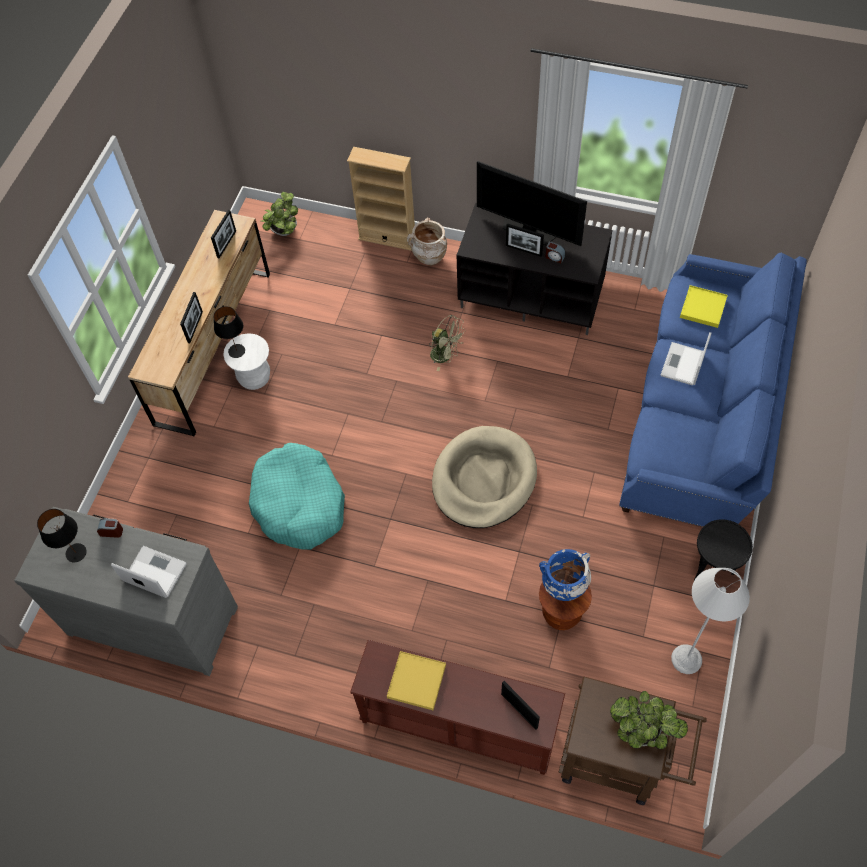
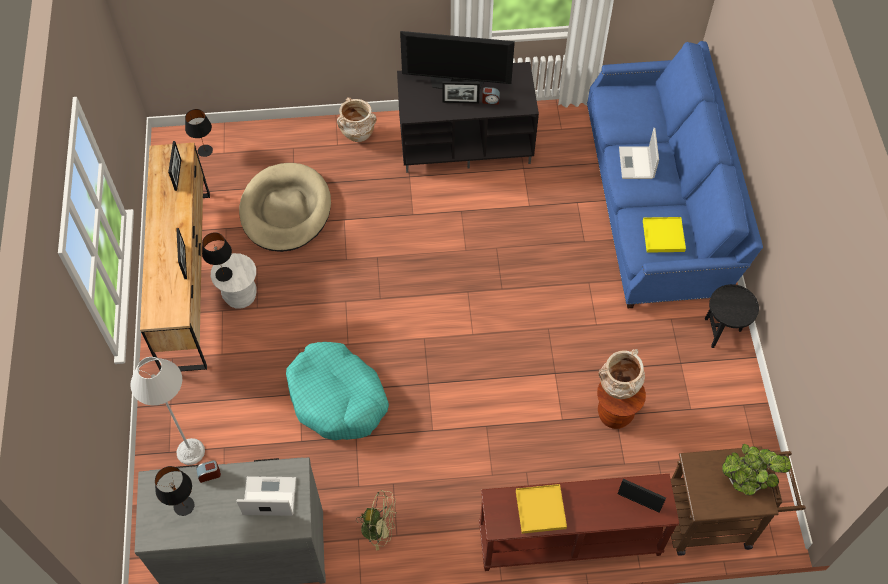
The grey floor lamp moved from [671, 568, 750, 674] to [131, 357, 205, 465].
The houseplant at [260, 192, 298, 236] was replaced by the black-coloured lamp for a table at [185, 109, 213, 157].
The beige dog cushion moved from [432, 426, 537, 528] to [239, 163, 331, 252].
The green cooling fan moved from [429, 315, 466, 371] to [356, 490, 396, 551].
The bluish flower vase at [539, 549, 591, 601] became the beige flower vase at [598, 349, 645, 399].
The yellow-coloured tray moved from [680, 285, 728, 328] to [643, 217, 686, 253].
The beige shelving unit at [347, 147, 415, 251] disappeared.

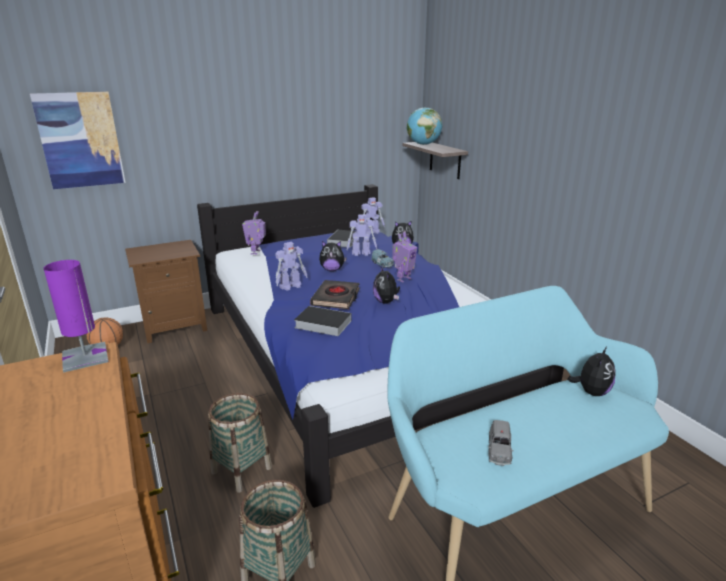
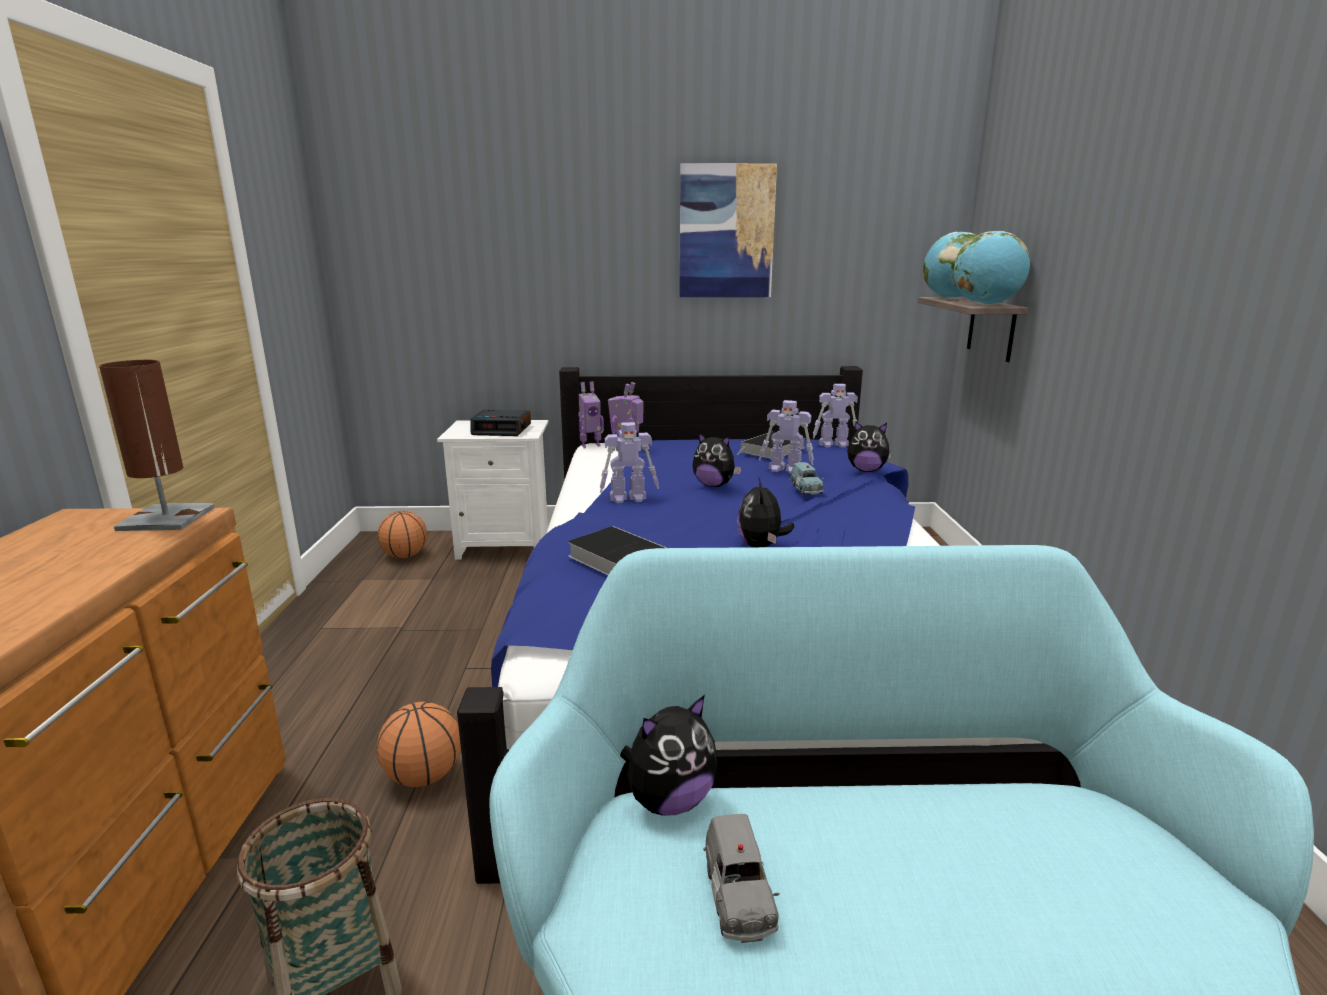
The purple lamp for a table at [43, 260, 109, 373] became the brown-coloured lamp for a table at [99, 360, 215, 531].
The basket at [208, 393, 272, 493] was replaced by the basketball at [377, 702, 461, 787].
The brown-coloured night table at [125, 240, 207, 343] became the white night table at [437, 420, 549, 560].
The bedside clock at [470, 410, 531, 436] appeared.
The toy robot moved from [392, 232, 417, 282] to [578, 381, 604, 448].
The soft toy moved from [567, 347, 616, 396] to [620, 695, 717, 816].
The picture moved from [30, 92, 125, 189] to [679, 163, 777, 297].
The grey miniature car at [488, 420, 514, 466] turned 45 degrees counterclockwise.
The desk globe at [954, 231, 1030, 305] appeared.
The black-coloured bound book at [310, 280, 360, 309] disappeared.

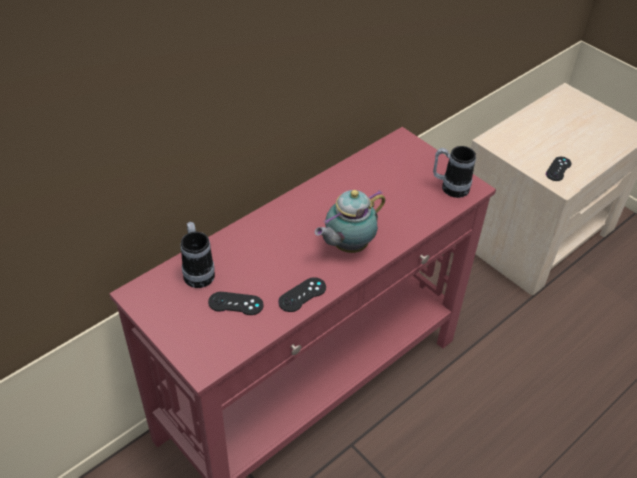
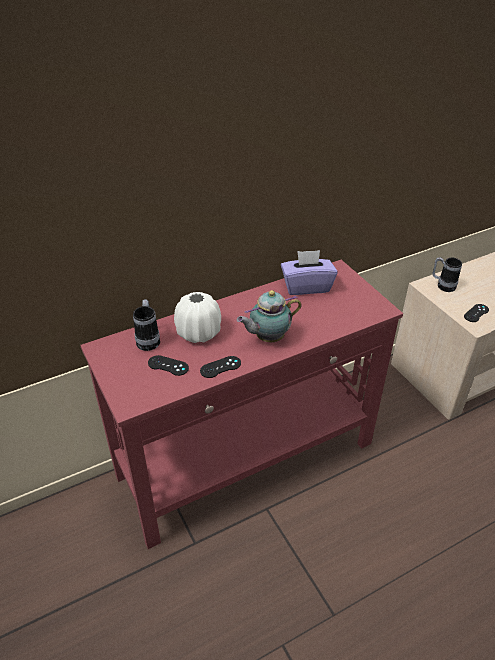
The white flower vase at [174, 292, 221, 343] appeared.
The purple tissue box at [281, 250, 337, 295] appeared.
The tea mug moved from [433, 146, 476, 198] to [433, 257, 462, 292].

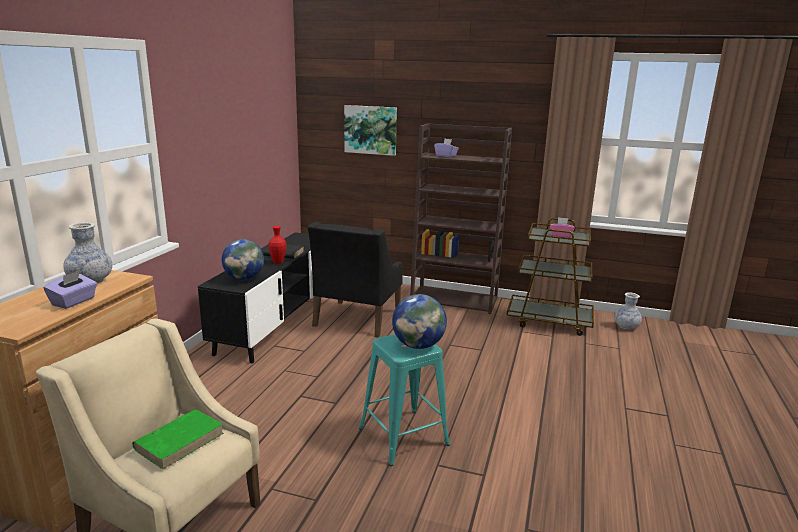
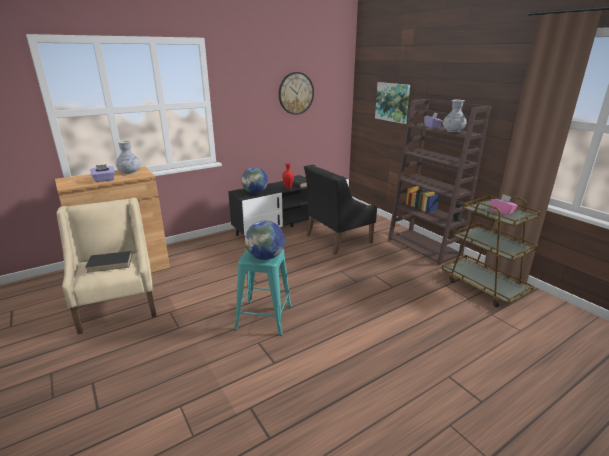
The green bound book at [132, 409, 224, 469] became the black-coloured bound book at [85, 251, 132, 273].
The clock on the wall at [279, 72, 314, 115] appeared.
The flower vase moved from [614, 292, 642, 330] to [443, 100, 467, 132].

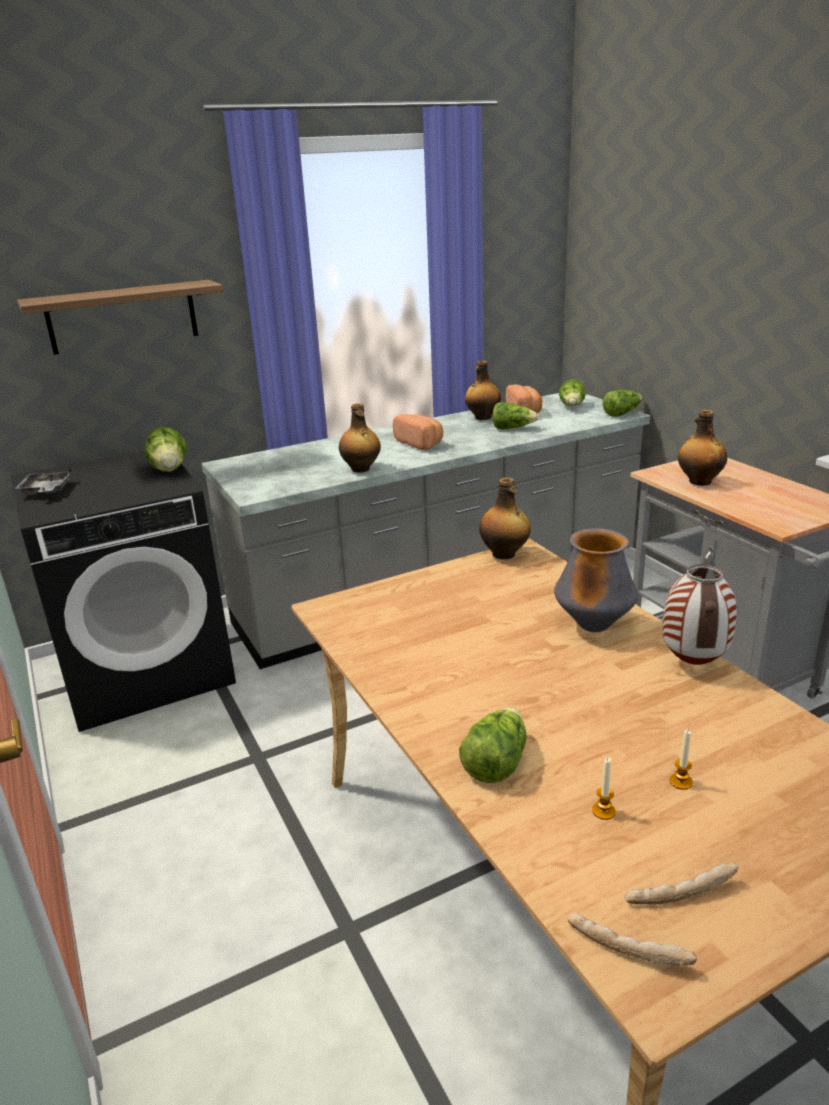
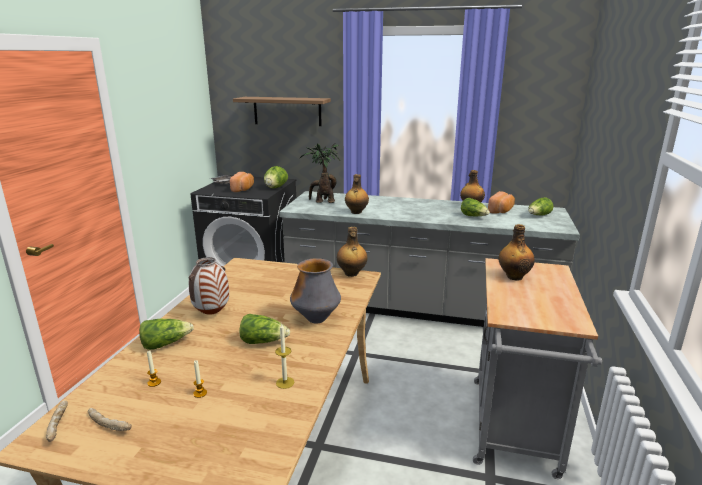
The flower vase moved from [662, 564, 737, 665] to [189, 257, 229, 315].
The bread moved from [393, 414, 443, 450] to [230, 172, 254, 192].
The lettuce head moved from [602, 390, 643, 417] to [239, 314, 290, 344].
The candle at [275, 324, 294, 389] appeared.
The houseplant at [300, 143, 340, 203] appeared.

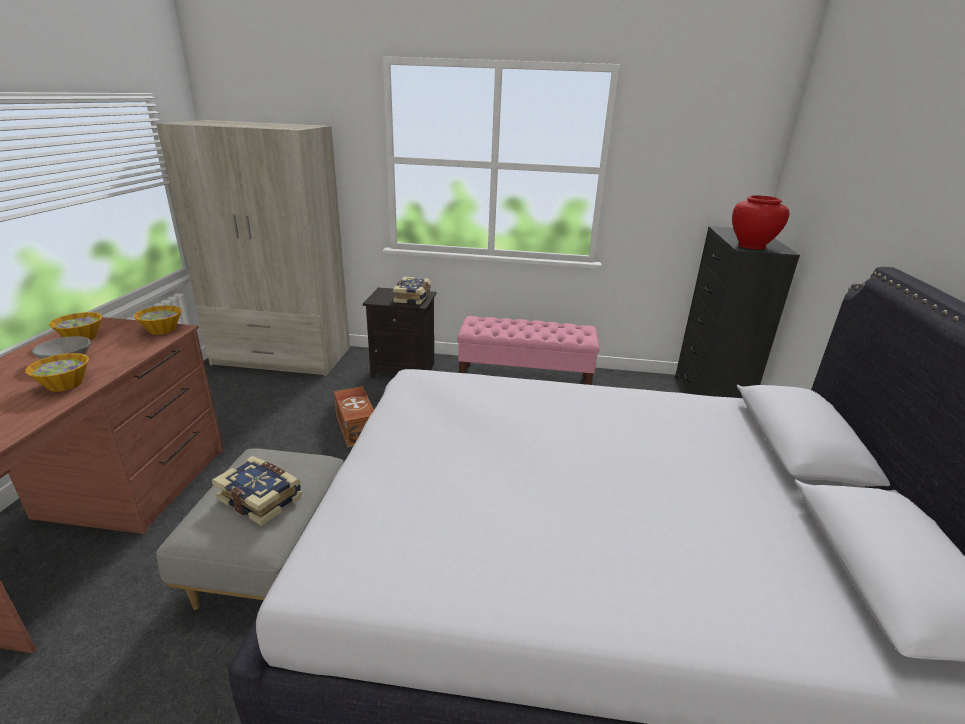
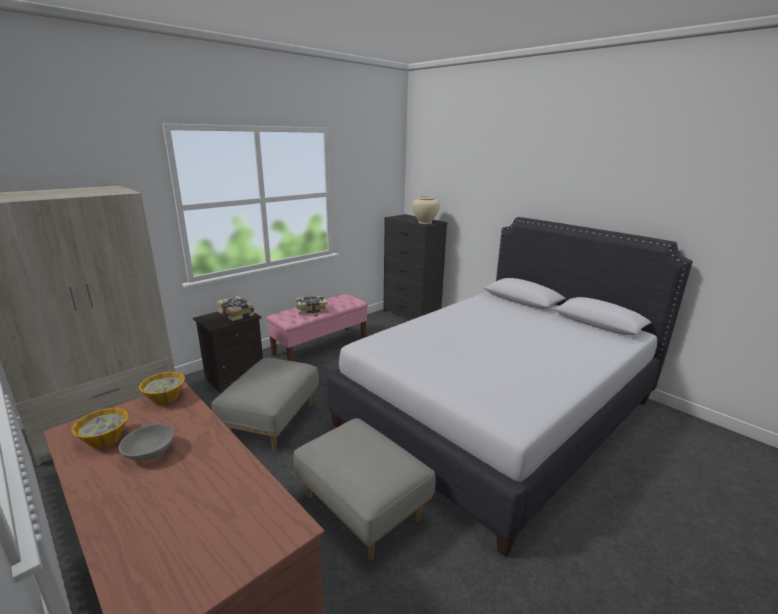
The brown-coloured storage container at [334, 386, 374, 447] was replaced by the grey footrest at [212, 358, 319, 452].
The bound book moved from [212, 456, 302, 526] to [296, 295, 328, 315].
The red-coloured flower vase at [732, 195, 789, 250] became the beige flower vase at [412, 196, 440, 224].
The deep dish at [25, 353, 89, 392] disappeared.

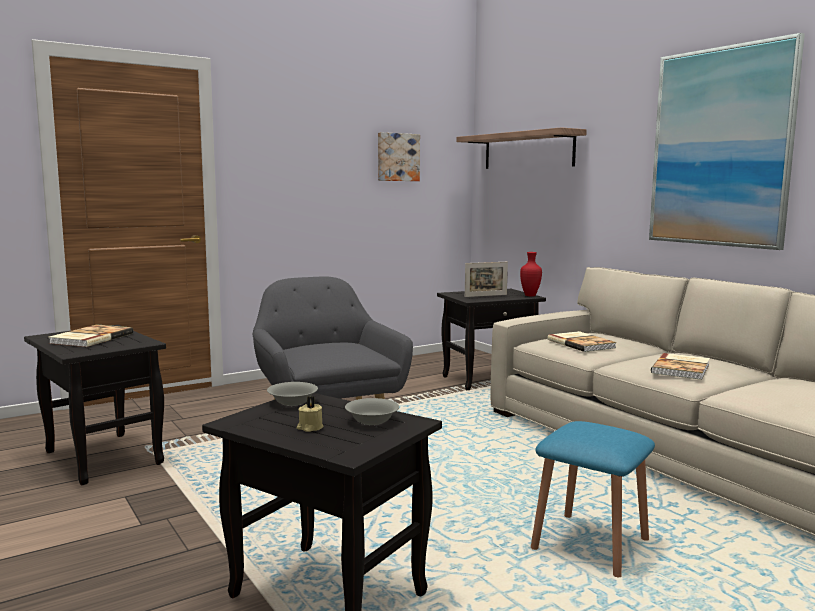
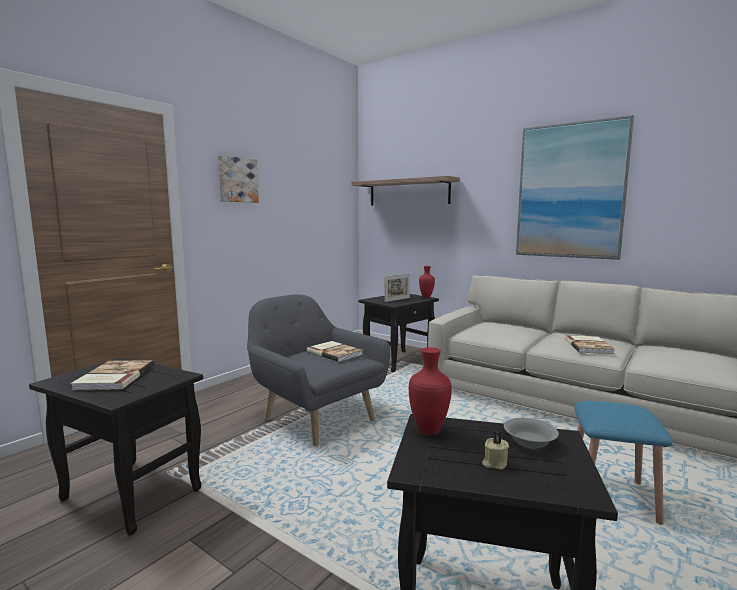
The picture moved from [378, 132, 420, 181] to [218, 155, 259, 203].
The bound book moved from [548, 331, 617, 352] to [307, 341, 363, 362].
The grey deep dish at [267, 382, 318, 406] was replaced by the red-coloured flower vase at [409, 347, 452, 436].

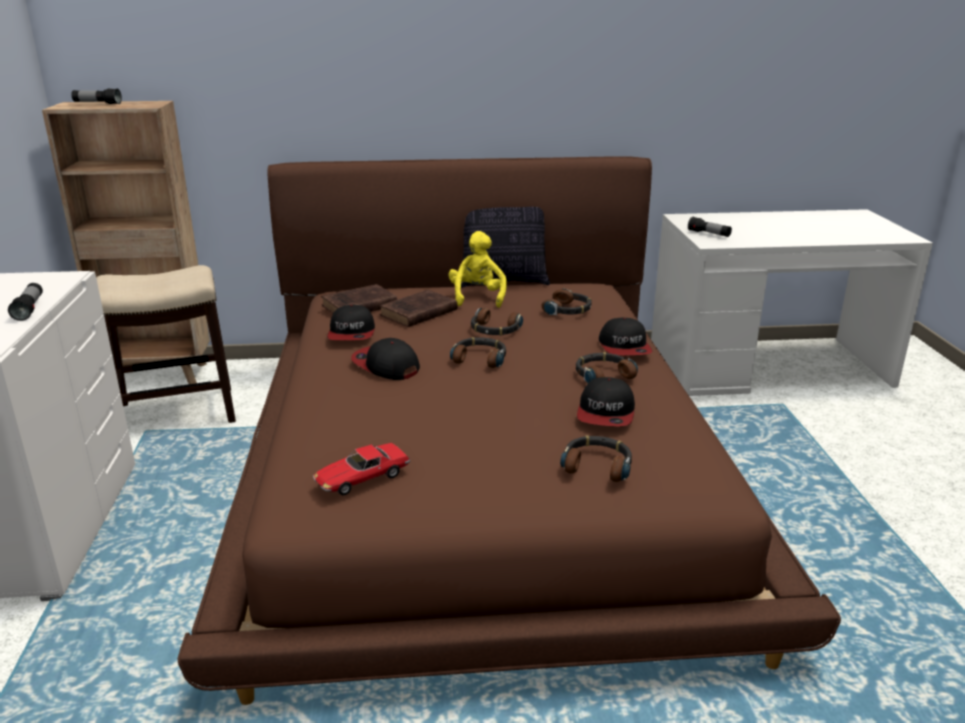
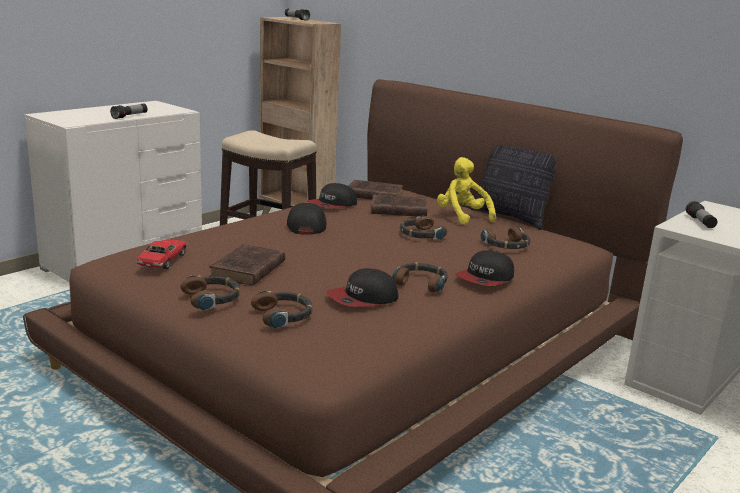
The miniature car at [313, 443, 410, 495] turned 90 degrees clockwise.
The pair of headphones moved from [450, 337, 506, 368] to [180, 275, 240, 311].
The brown-coloured bound book at [209, 244, 285, 286] appeared.
The yellow-coloured soft toy at [448, 231, 507, 307] turned 75 degrees counterclockwise.

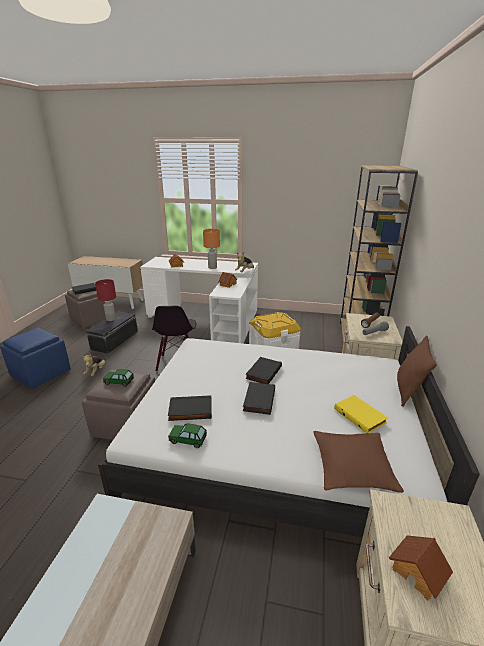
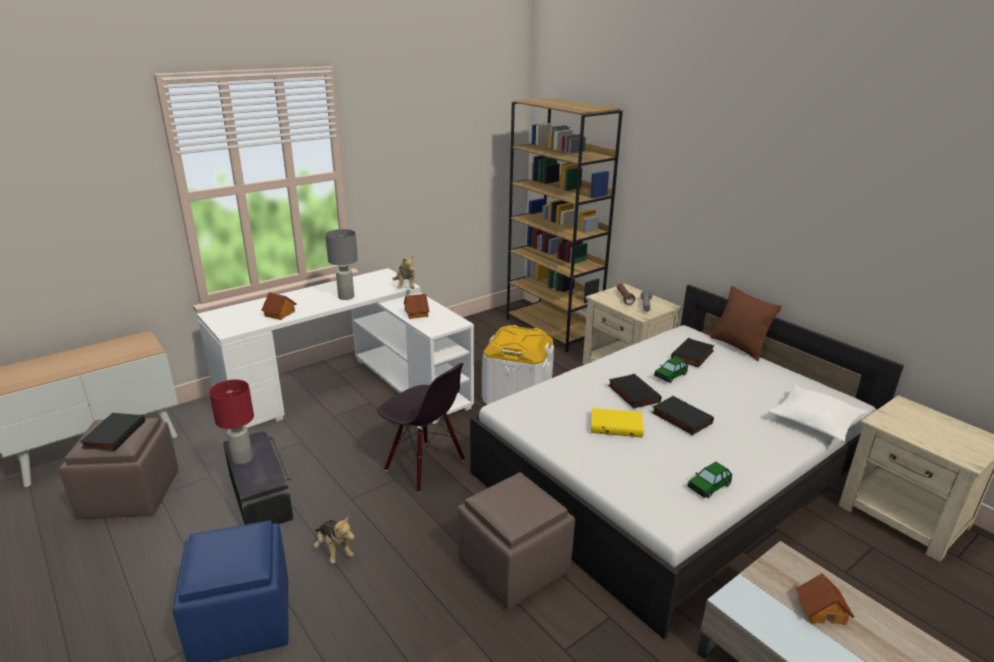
The orange lamp for a table at [203, 229, 220, 269] became the grey lamp for a table at [325, 229, 358, 300].
The yellow-coloured bound book moved from [334, 395, 388, 434] to [591, 408, 644, 438].
The miniature car moved from [103, 369, 134, 387] to [654, 357, 688, 383].
The black-coloured bound book moved from [168, 396, 212, 421] to [671, 338, 714, 367].
The brown-coloured throw pillow at [313, 431, 404, 493] became the white throw pillow at [768, 385, 867, 442].
The toy house moved from [389, 535, 453, 601] to [795, 573, 854, 625].

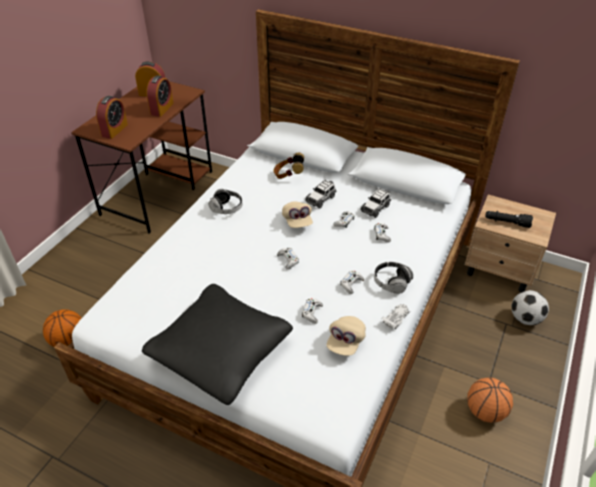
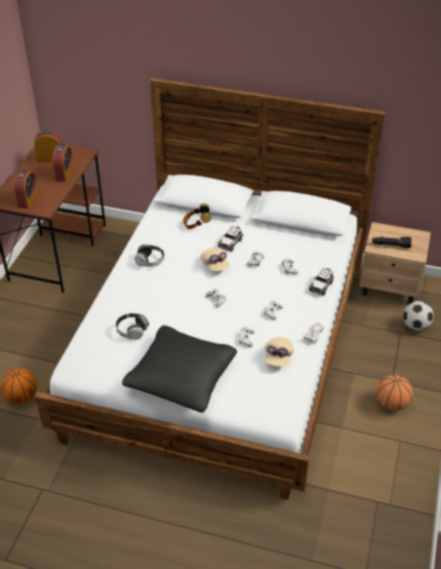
The pair of headphones moved from [374, 262, 413, 294] to [116, 313, 149, 340].
The miniature car moved from [360, 189, 391, 218] to [309, 268, 334, 296].

